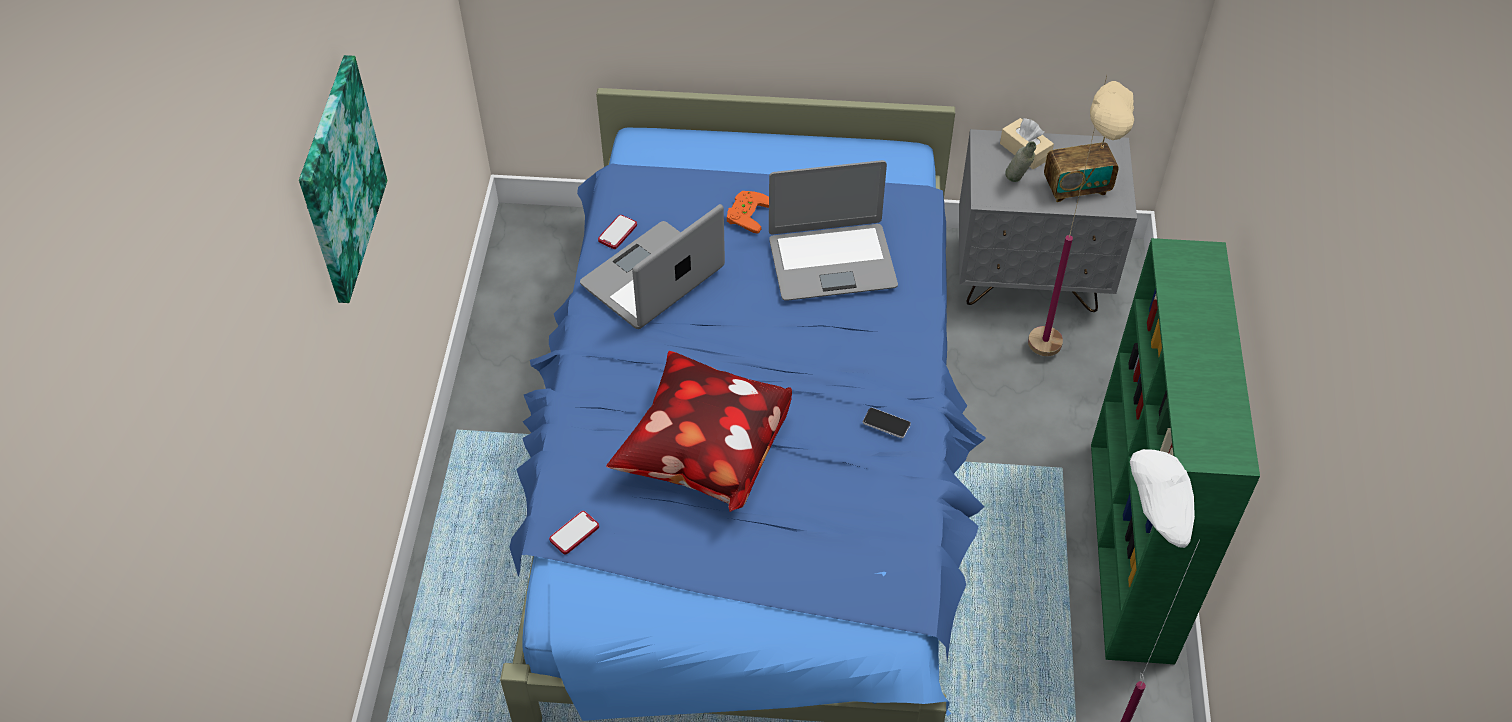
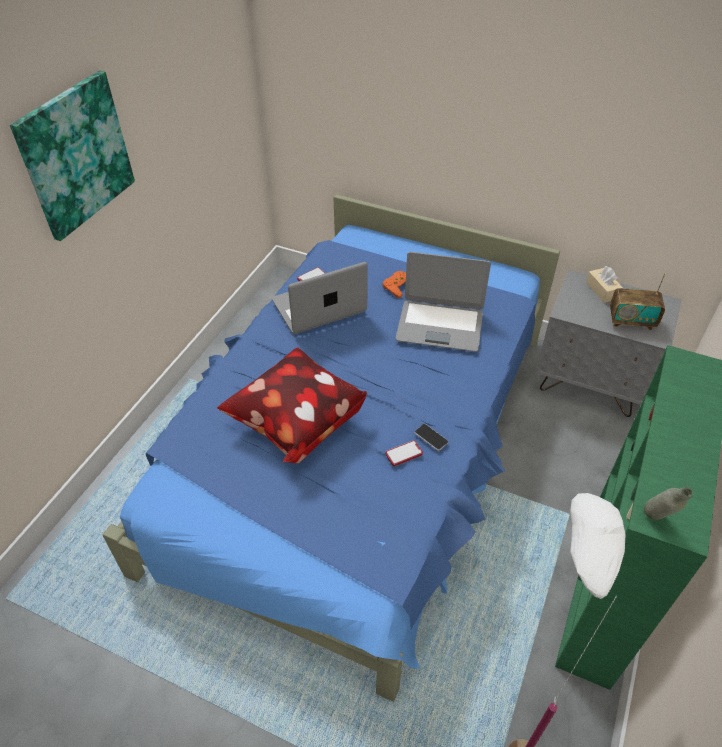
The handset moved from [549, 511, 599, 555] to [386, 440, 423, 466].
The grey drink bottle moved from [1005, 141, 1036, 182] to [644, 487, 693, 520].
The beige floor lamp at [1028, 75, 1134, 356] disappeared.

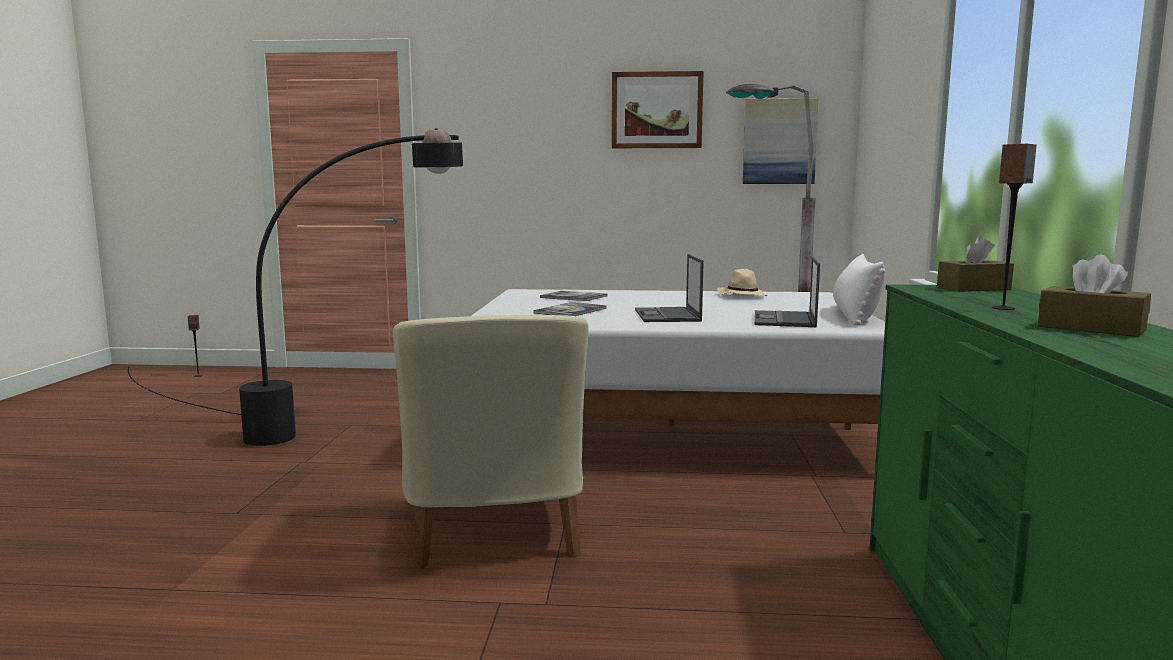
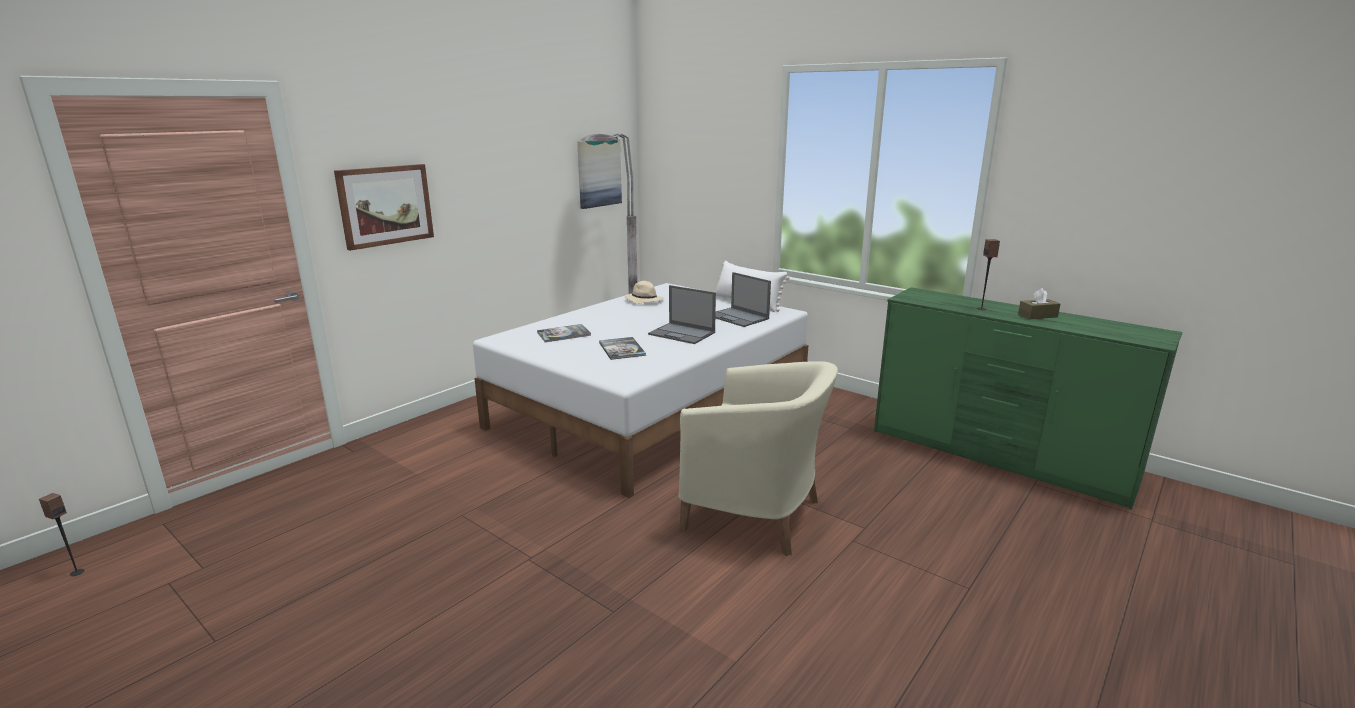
The picture moved from [612, 71, 704, 148] to [334, 164, 434, 251].
The black-coloured floor lamp at [128, 128, 463, 446] disappeared.
The brown-coloured tissue box at [937, 236, 1014, 292] disappeared.

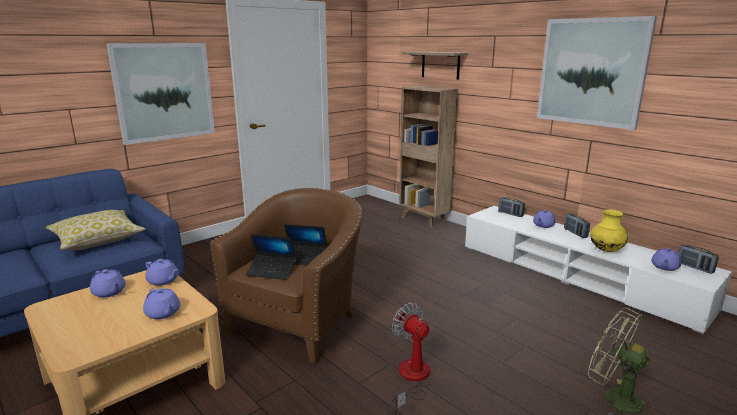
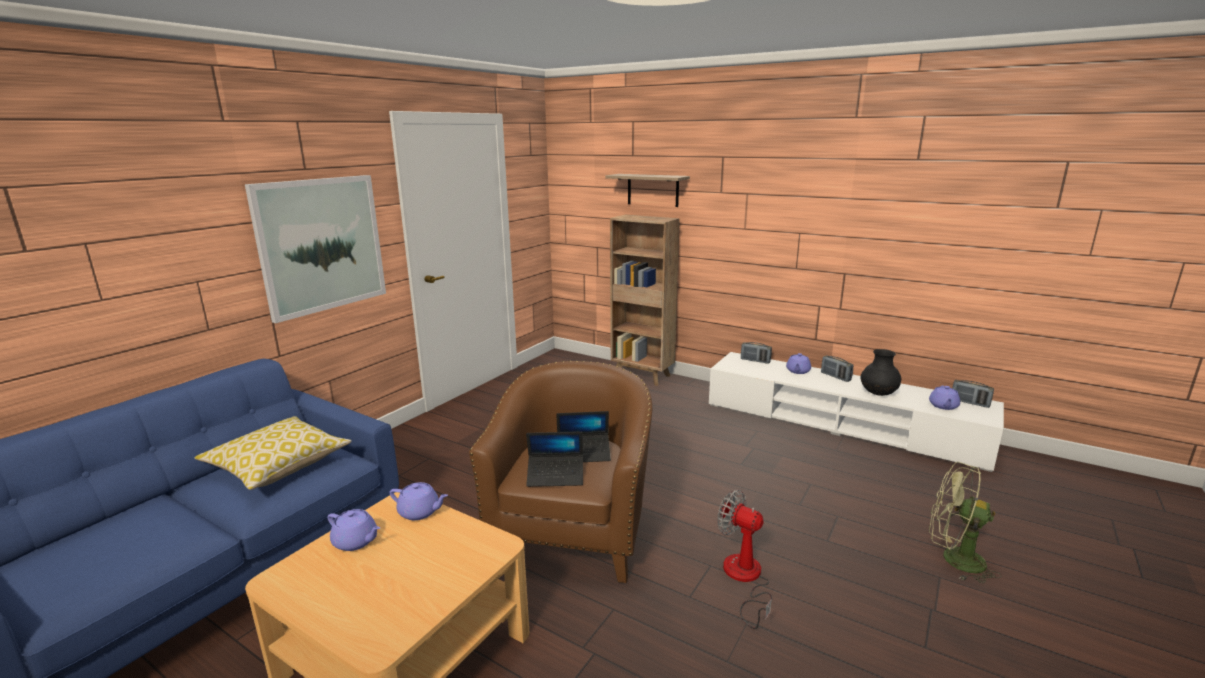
The yellow-coloured flower vase at [590, 209, 628, 252] became the black-coloured flower vase at [861, 349, 901, 396].
The purple teapot at [143, 288, 180, 319] disappeared.
The picture at [537, 16, 657, 130] disappeared.

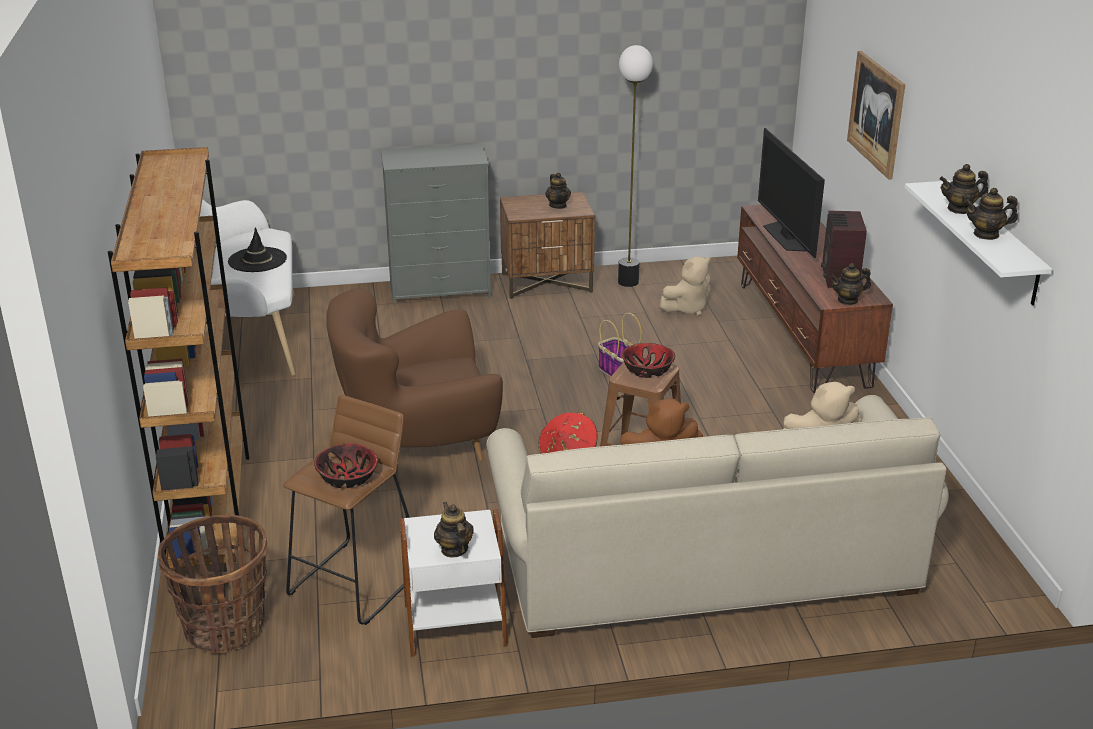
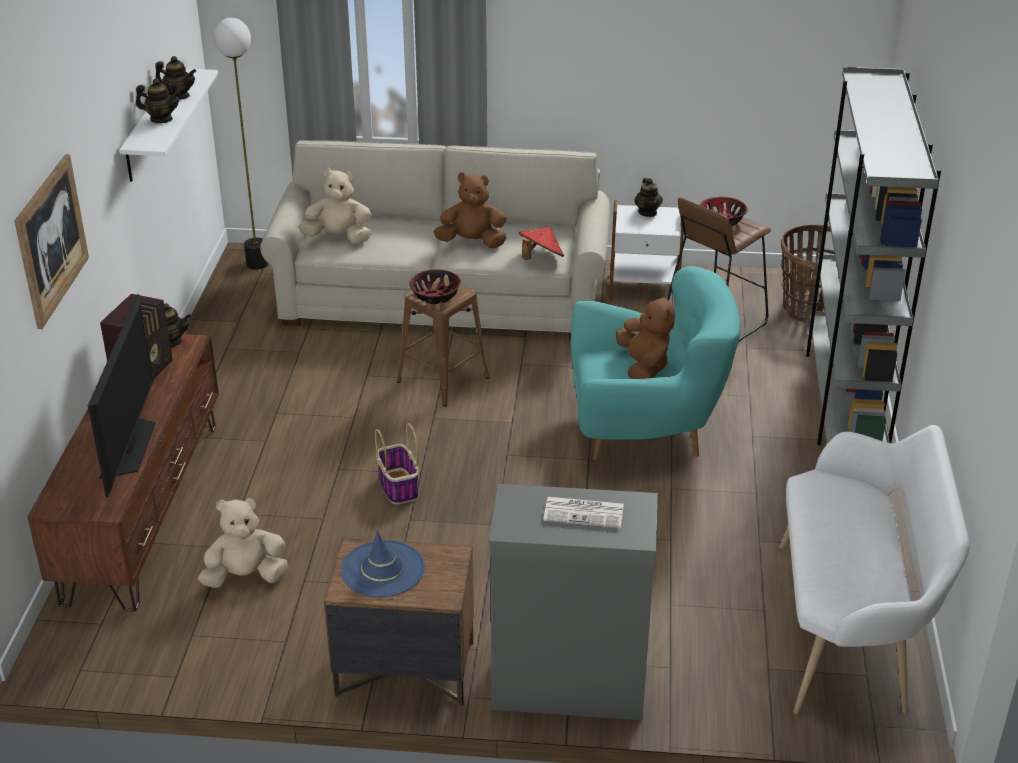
The floor lamp moved from [618, 45, 653, 287] to [214, 18, 269, 269].
The teapot at [545, 173, 571, 209] was replaced by the bluish hat at [340, 530, 425, 597].
The printed paper at [543, 497, 624, 528] appeared.
The brown-coloured easy chair at [326, 288, 503, 460] became the turquoise-coloured easy chair at [571, 266, 741, 460].
The brown-coloured soft toy at [616, 294, 675, 379] appeared.
The brown-coloured shelving unit at [108, 147, 249, 569] became the grey shelving unit at [806, 67, 941, 445].
The black-coloured hat at [228, 227, 287, 272] disappeared.

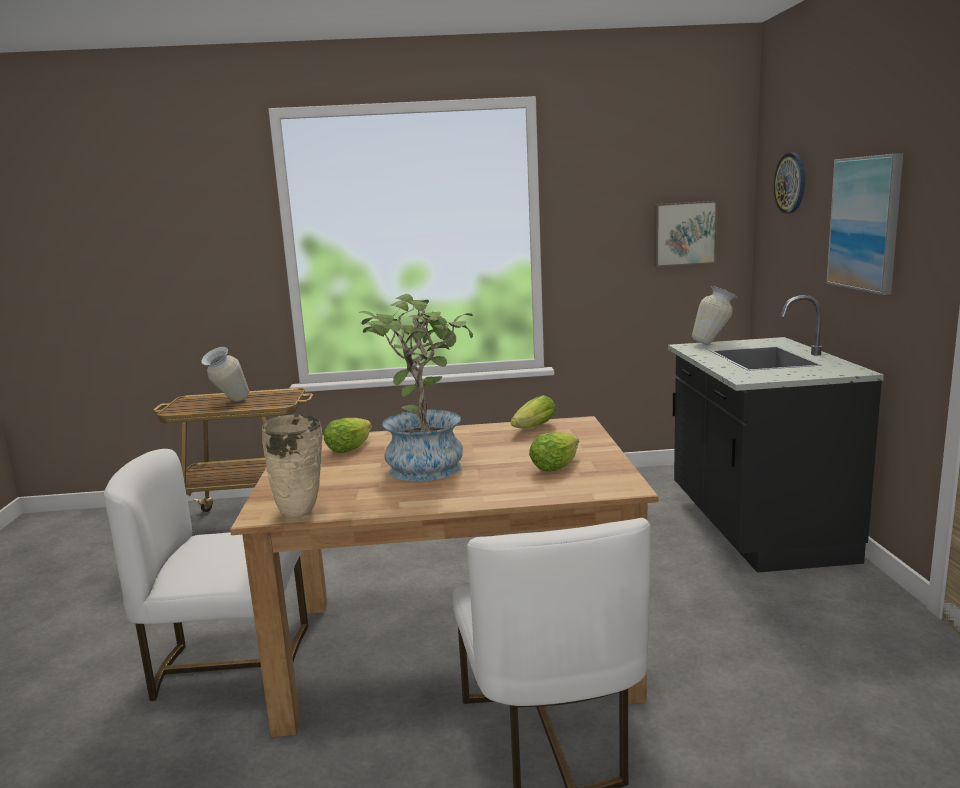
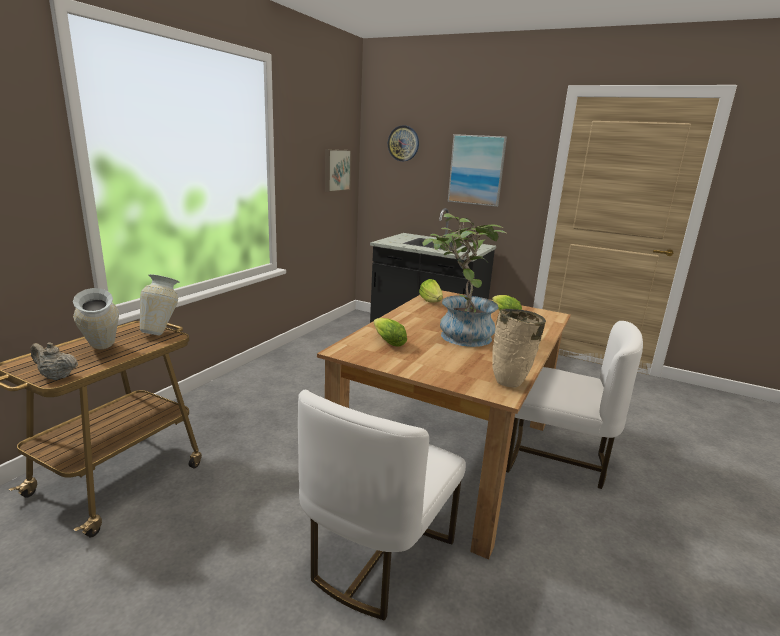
The beige teapot at [31, 342, 78, 380] appeared.
The flower vase moved from [692, 286, 737, 345] to [140, 274, 180, 336].

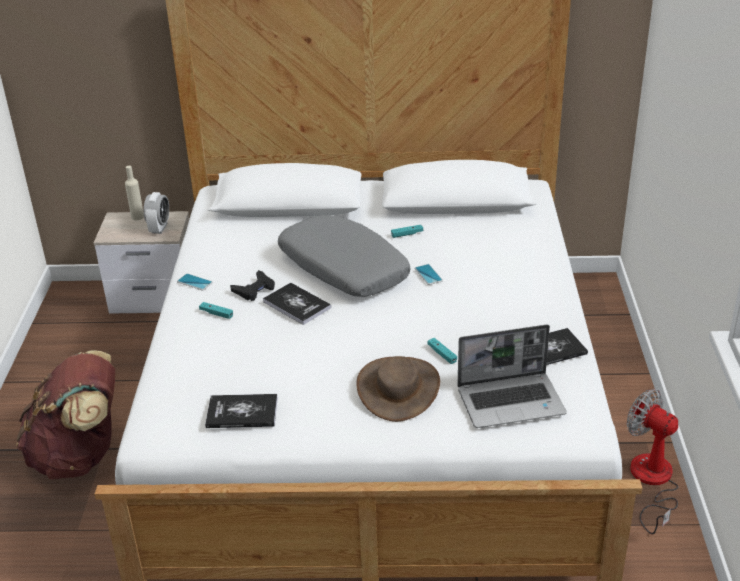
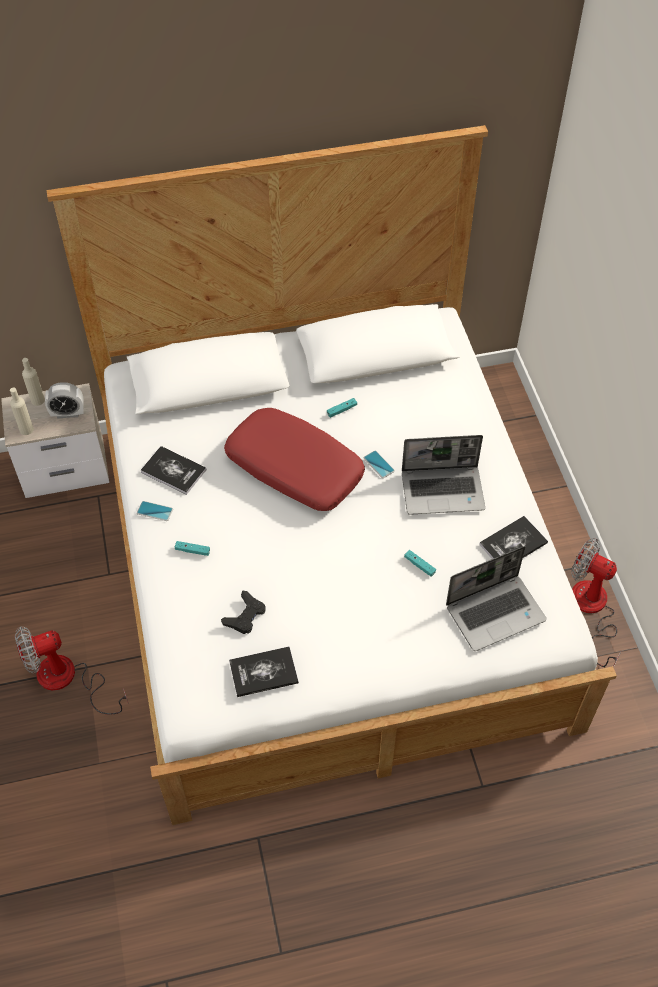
The beige drink bottle at [10, 388, 34, 435] appeared.
The brown-coloured knapsack at [16, 350, 115, 480] was replaced by the cooling fan at [15, 626, 129, 714].
The bedside clock at [144, 192, 169, 234] turned 90 degrees clockwise.
The bound book moved from [263, 283, 331, 325] to [141, 446, 206, 495].
The black-coloured joypad moved from [230, 270, 275, 301] to [221, 590, 266, 634].
The grey throw pillow at [278, 215, 411, 297] became the red-coloured throw pillow at [224, 408, 365, 511].
The notebook computer at [402, 435, 485, 515] appeared.
The brown-coloured hat at [356, 356, 440, 422] disappeared.

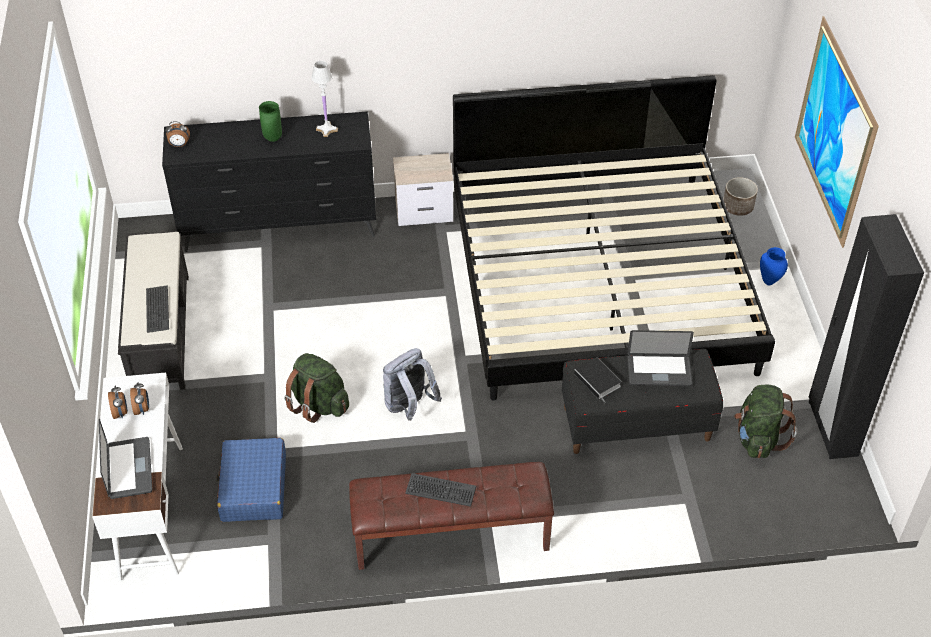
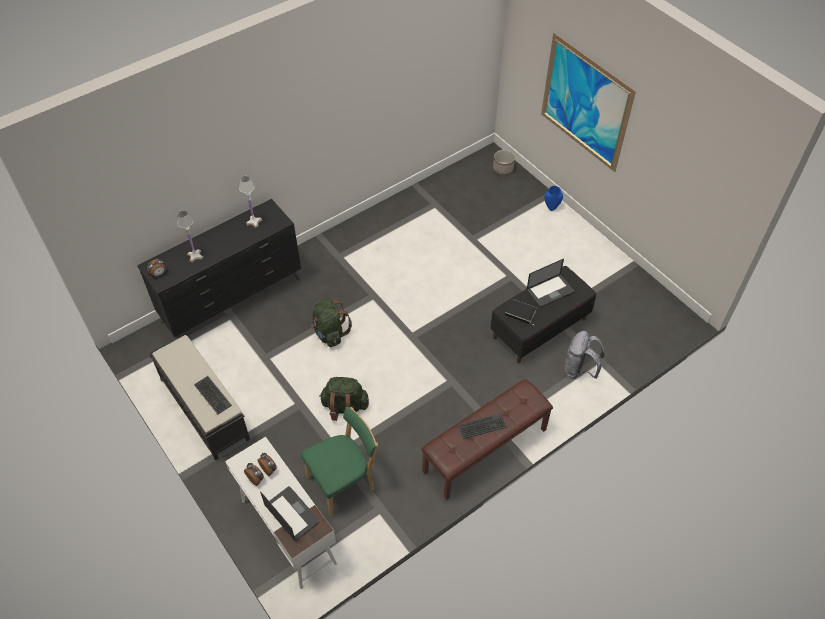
The white lamp for a table at [177, 210, 203, 262] appeared.
The bluish travel case at [216, 438, 286, 522] was replaced by the green chair at [301, 407, 378, 516].
The green knapsack moved from [734, 384, 797, 458] to [311, 298, 352, 347].
The grey knapsack moved from [383, 348, 442, 421] to [565, 331, 605, 379].
The green flower vase at [259, 101, 282, 142] disappeared.
The night table at [393, 153, 453, 226] disappeared.
The bedroom bed at [453, 75, 775, 400] disappeared.
The black-coloured clothes cupboard at [809, 214, 924, 459] disappeared.

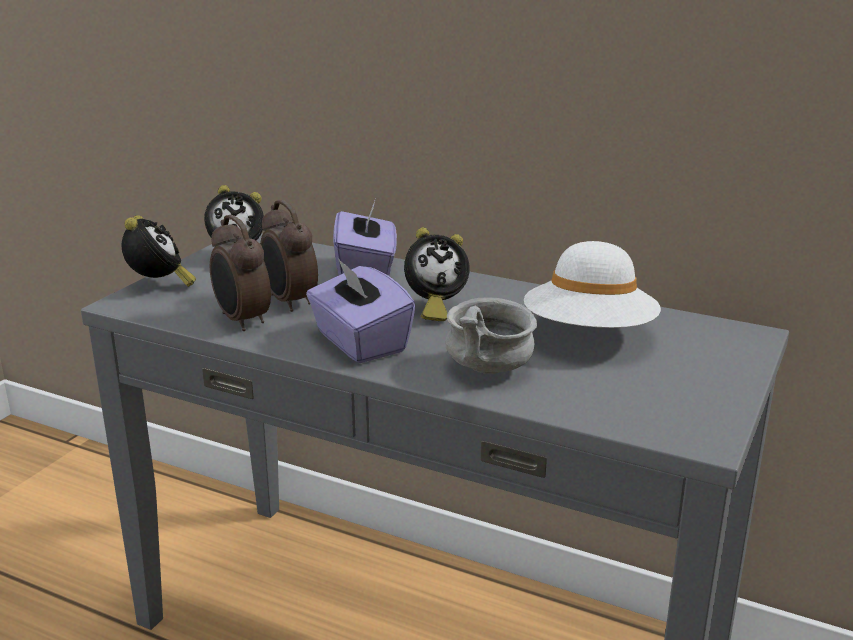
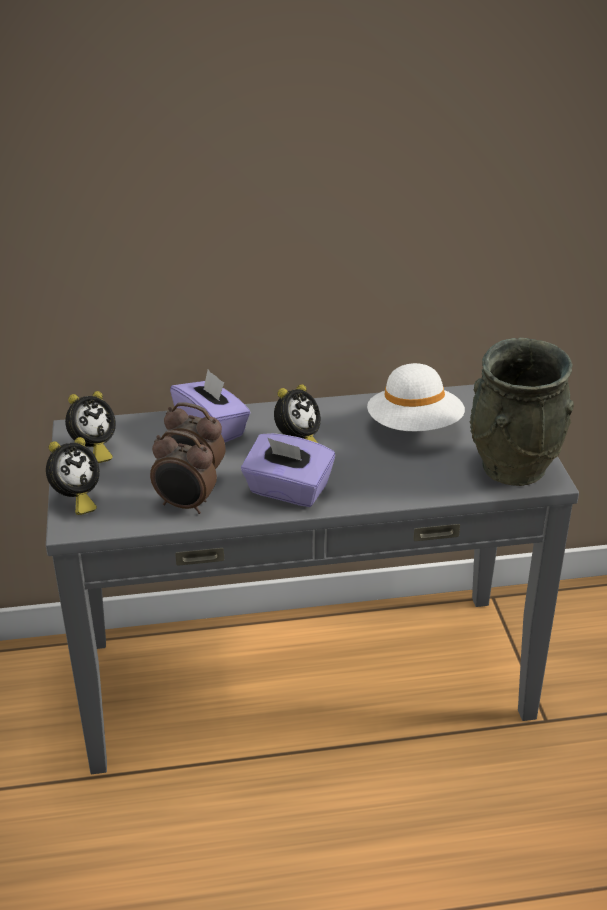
The bedside clock at [122, 215, 196, 287] turned 90 degrees clockwise.
The grey flower vase at [470, 338, 574, 486] appeared.
The grey deep dish at [445, 298, 537, 374] disappeared.

